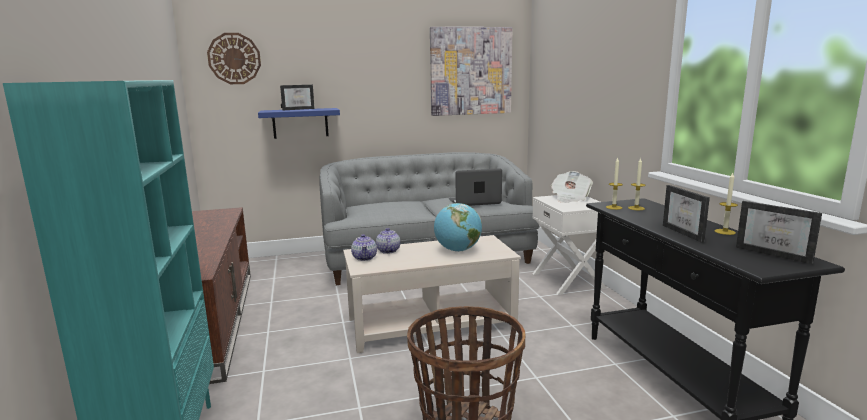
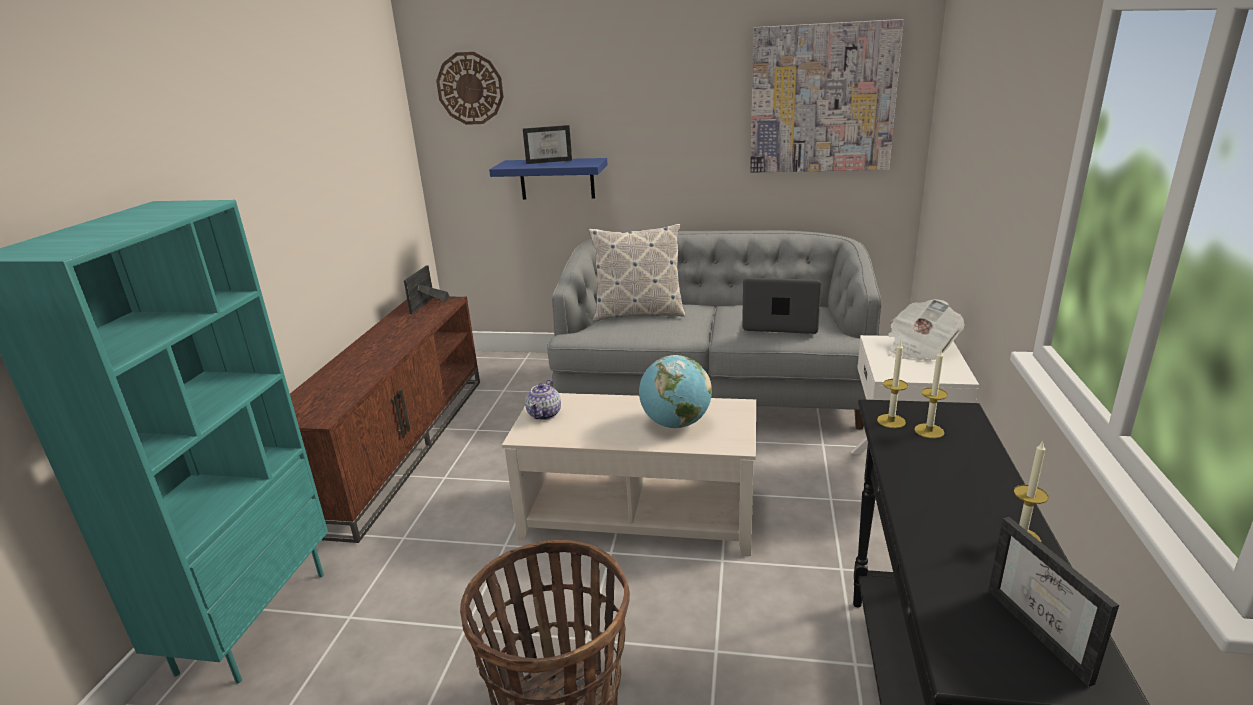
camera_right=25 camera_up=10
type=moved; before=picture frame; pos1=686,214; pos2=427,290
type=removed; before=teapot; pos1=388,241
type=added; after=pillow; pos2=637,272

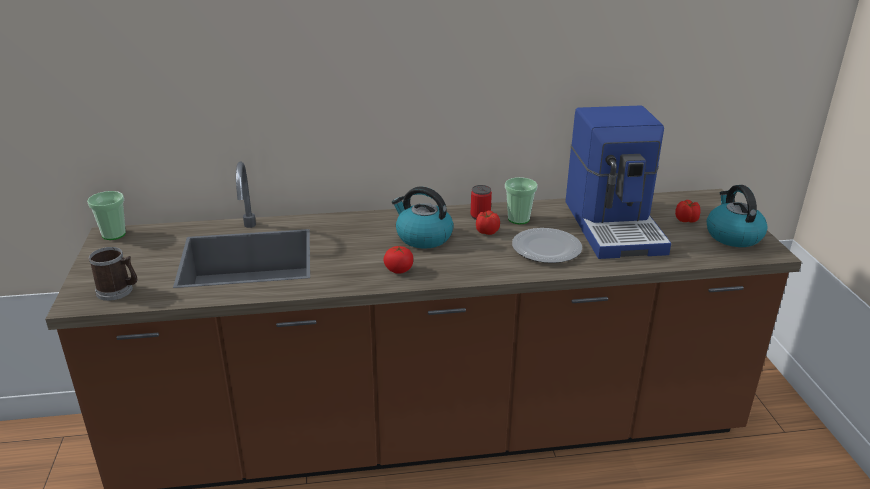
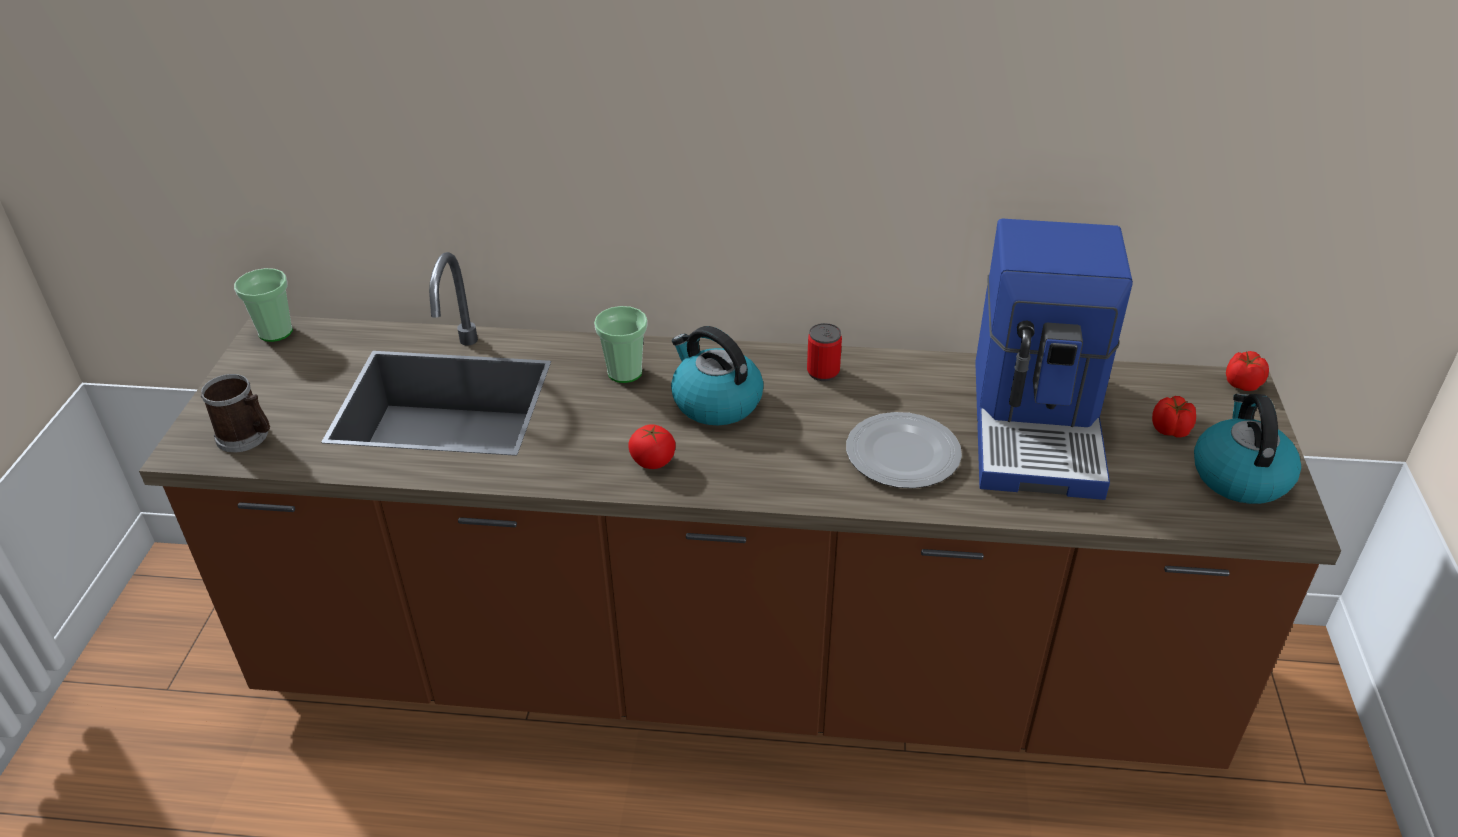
camera_right=15 camera_up=10
type=moved; before=cup; pos1=521,200; pos2=621,344
type=moved; before=tomato; pos1=488,223; pos2=1247,371

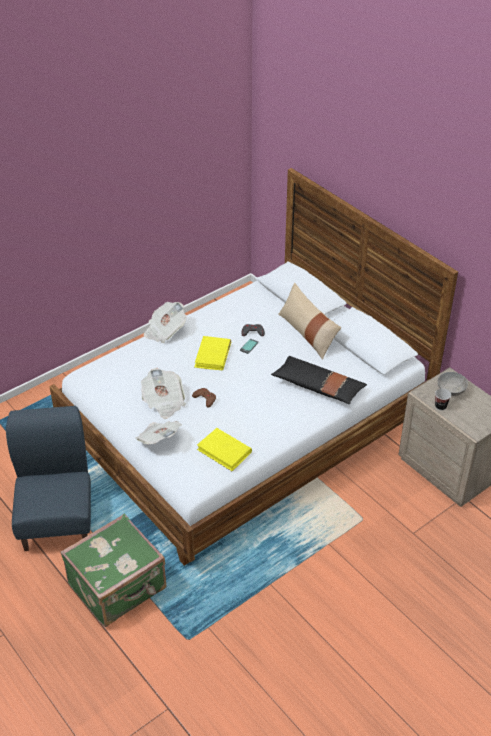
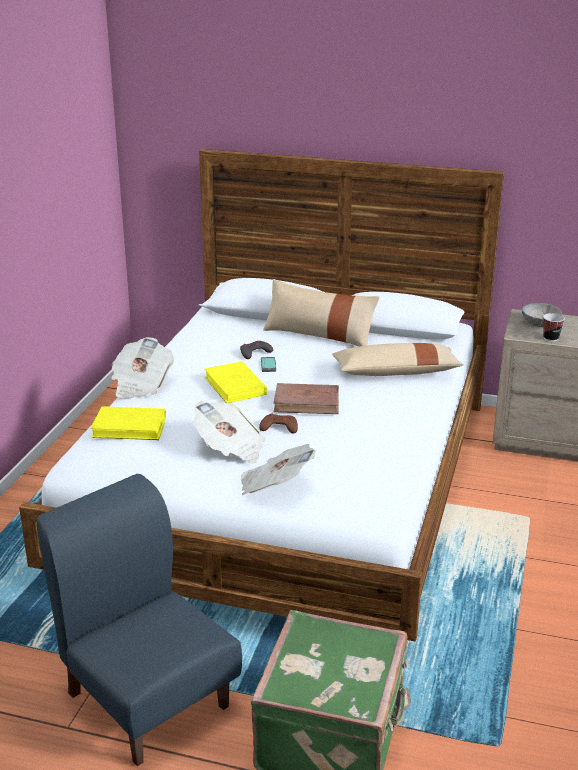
camera_right=-35 camera_up=-15
type=recoloured; before=black pillow; after=beige pillow; pos1=319,380; pos2=398,359
type=moved; before=yellow book; pos1=224,449; pos2=128,423
type=added; after=brown book; pos2=306,398

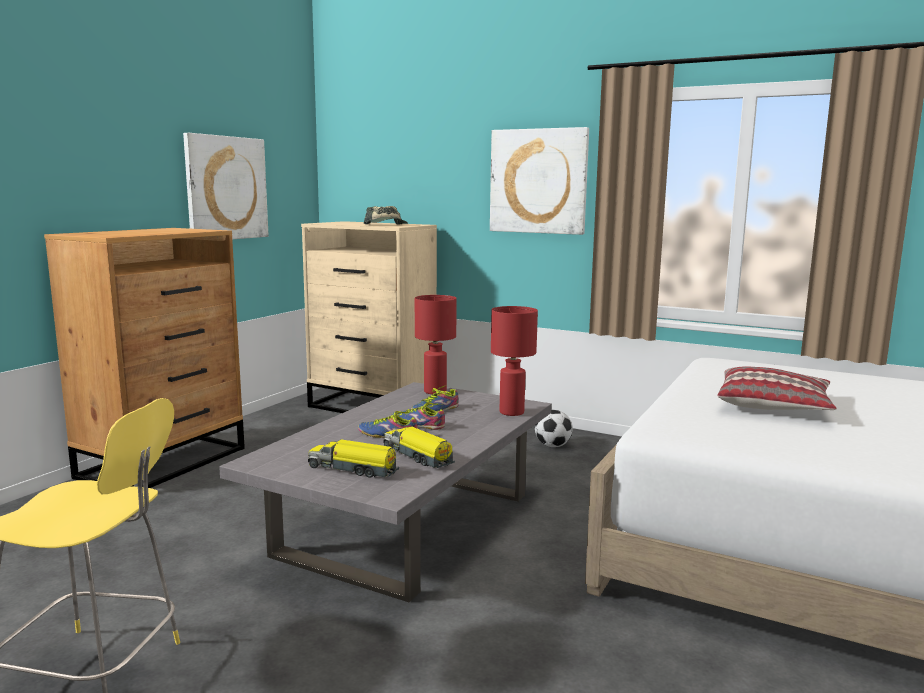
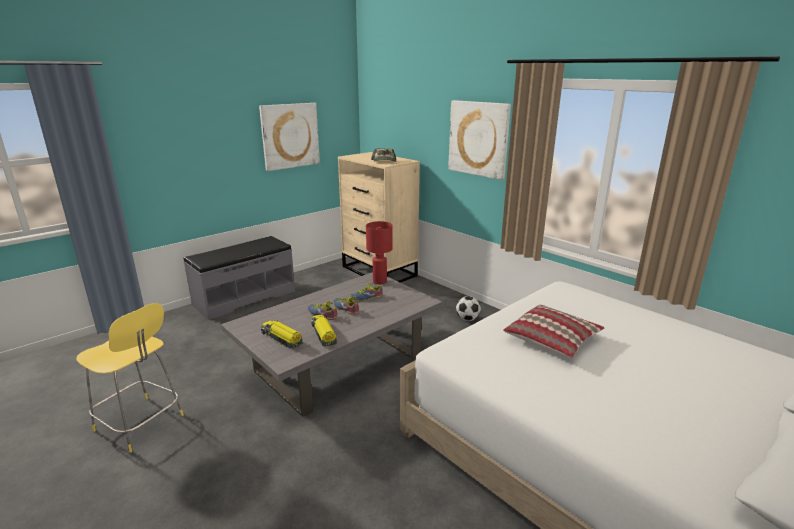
camera_right=20 camera_up=10
type=replaced; before=brown dresser; after=grey bench; pos1=144,358; pos2=239,278
type=removed; before=red table lamp; pos1=514,361

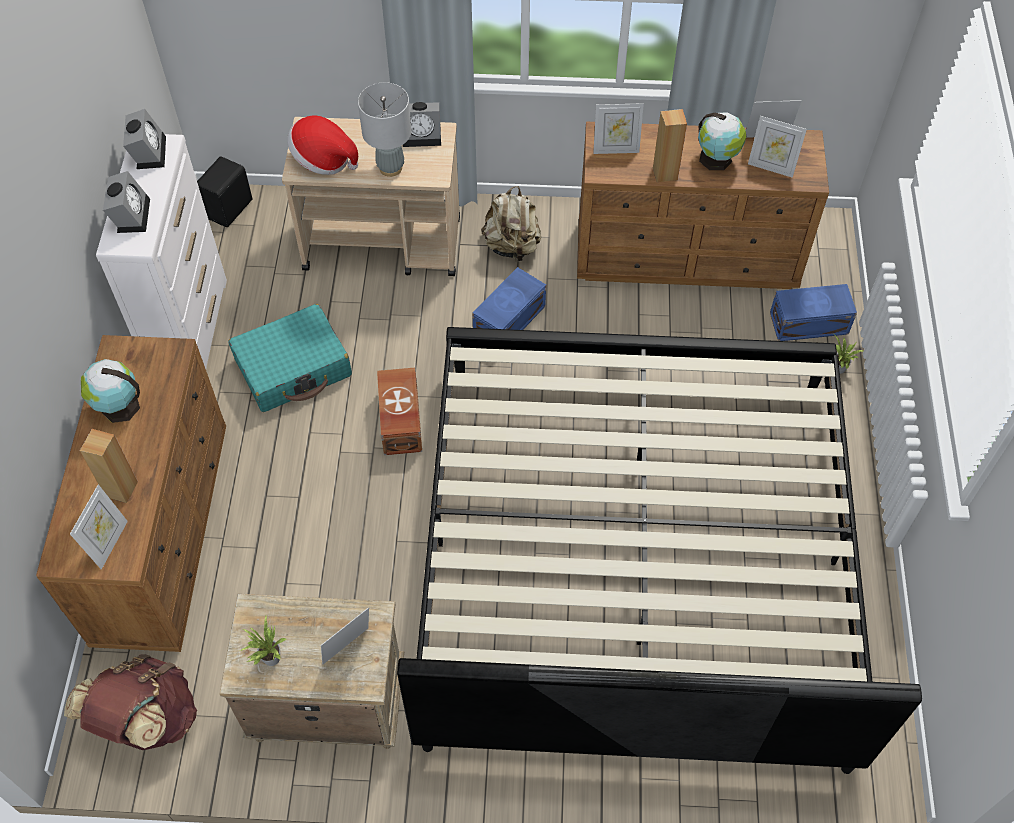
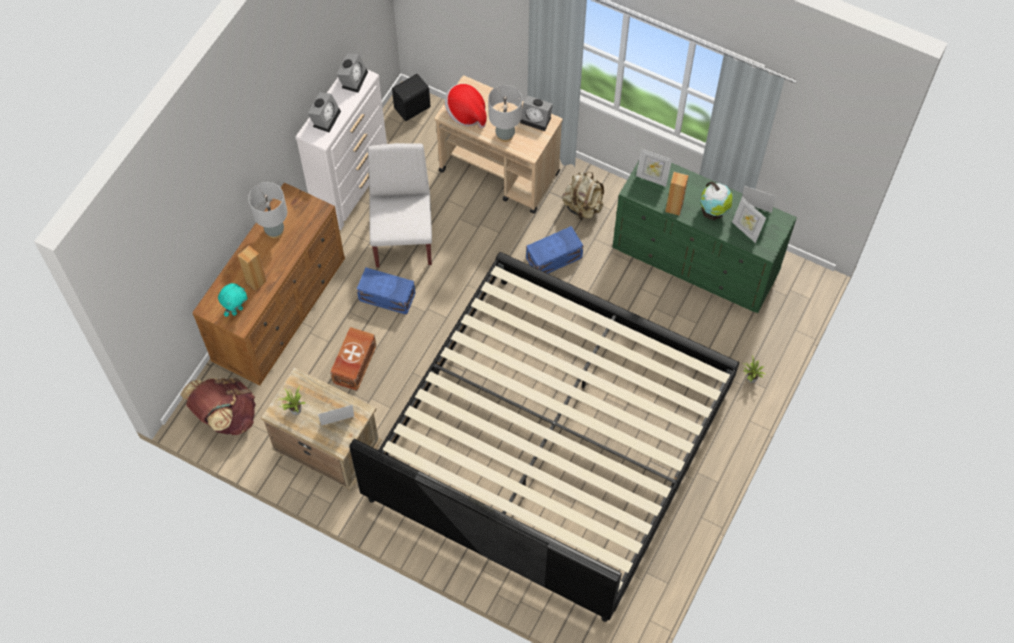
camera_right=25 camera_up=5
type=recoloured; before=brown dresser; after=green dresser; pos1=703,205; pos2=704,237
type=moved; before=blue storage box; pos1=813,312; pos2=386,291
type=replaced; before=turquoise suitcase; after=white chair; pos1=290,358; pos2=400,205
type=replaced; before=globe; after=grey table lamp; pos1=110,391; pos2=267,210
type=moved; before=brown storage box; pos1=399,411; pos2=353,359
type=replaced; before=picture frame; after=turquoise plush toy; pos1=99,527; pos2=232,300

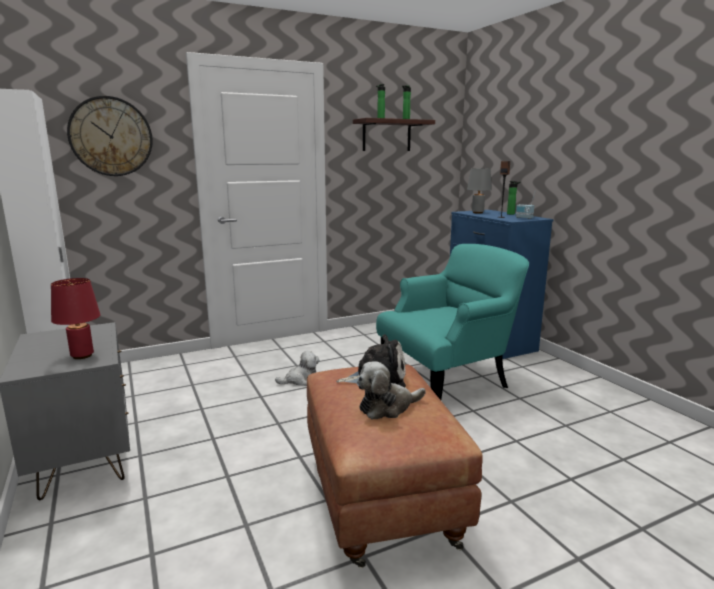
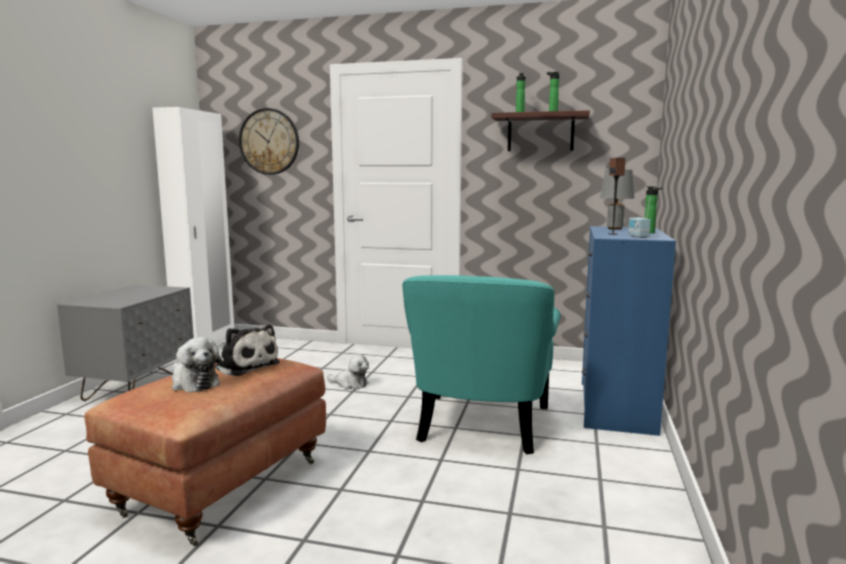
camera_right=40 camera_up=-5
type=turned; before=turquoise armchair; pos1=452,322; pos2=481,364; turn=90
type=removed; before=red table lamp; pos1=75,318
type=turned; before=plush toy; pos1=391,390; pos2=197,364; turn=-150

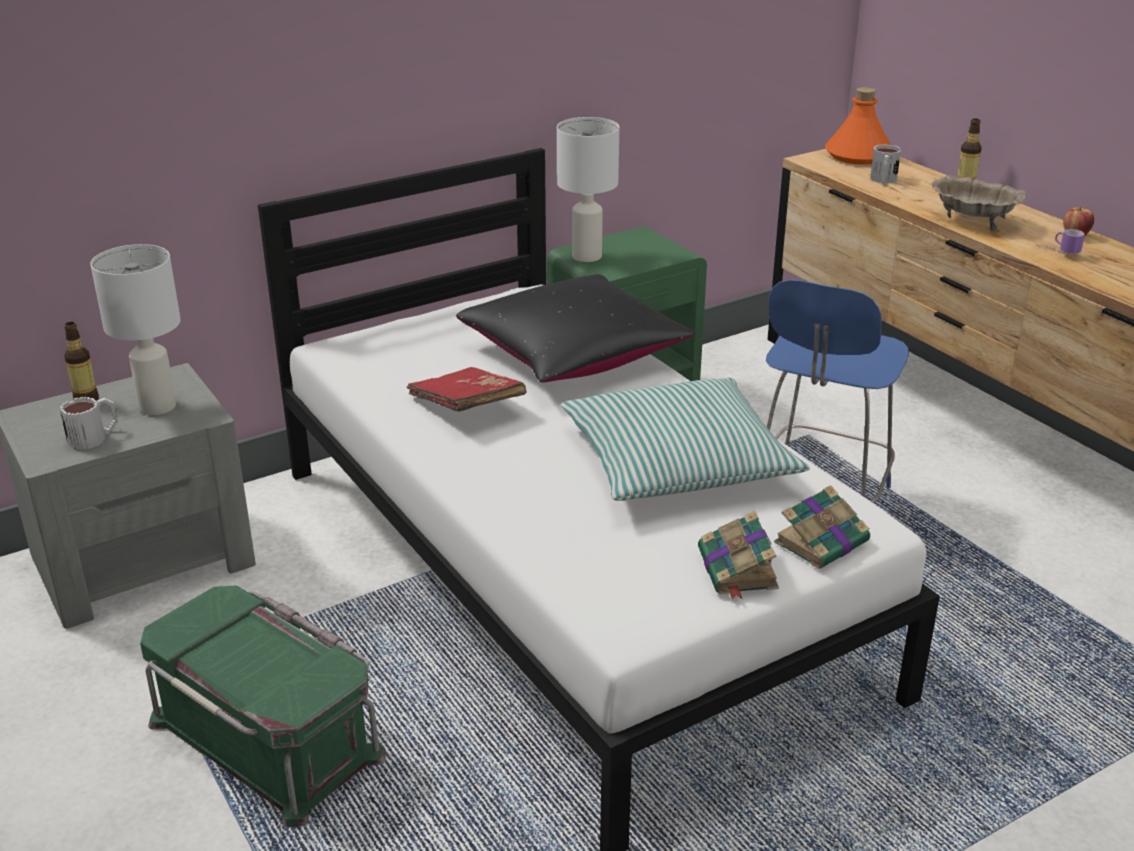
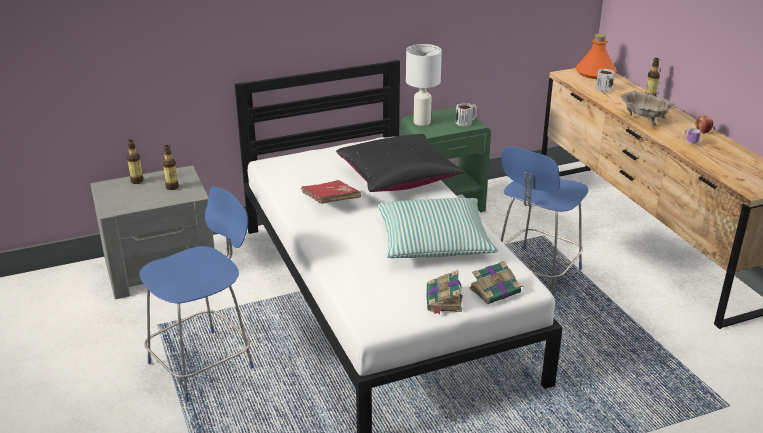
camera_right=10 camera_up=0
type=replaced; before=white table lamp; after=bottle; pos1=135,329; pos2=171,167
type=moved; before=mug; pos1=89,423; pos2=466,114
type=replaced; before=green storage box; after=blue chair; pos1=263,706; pos2=196,294

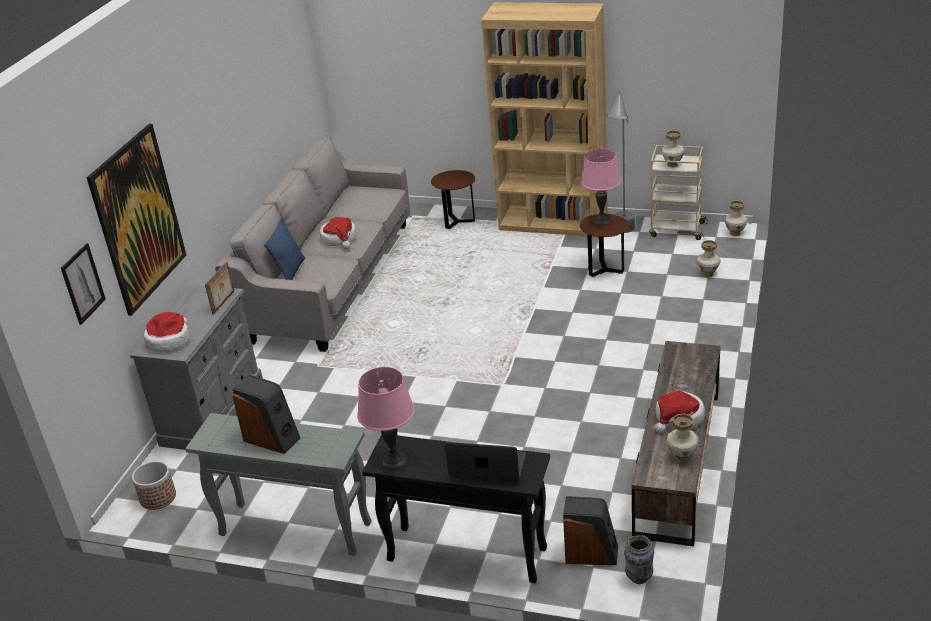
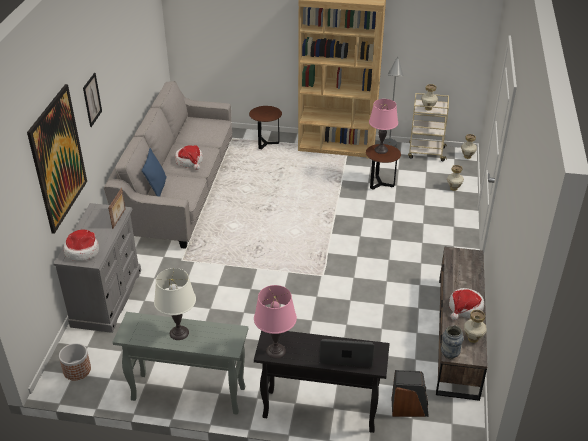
camera_right=-10 camera_up=5
type=moved; before=picture; pos1=83,284; pos2=92,100
type=replaced; before=speaker; after=white table lamp; pos1=266,414; pos2=175,304
type=moved; before=vase; pos1=639,559; pos2=452,342

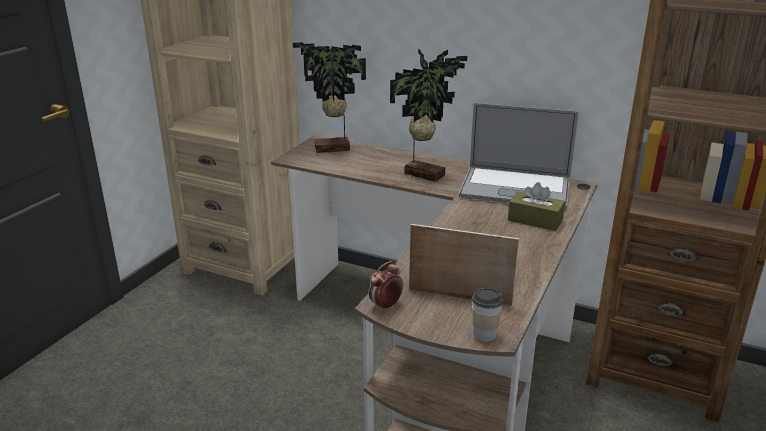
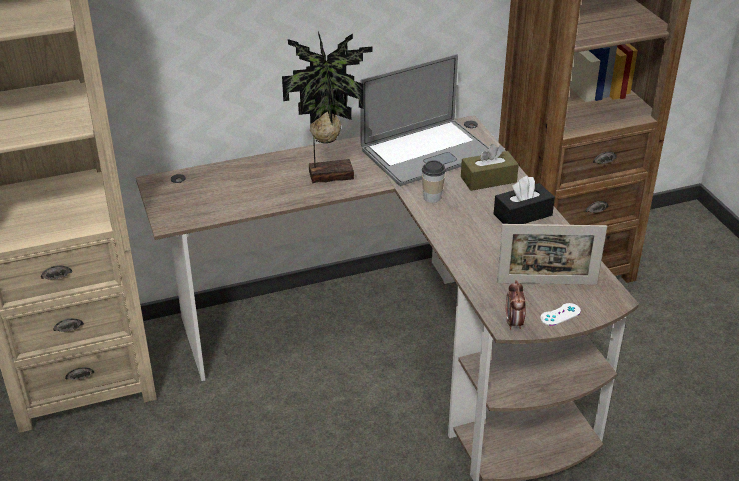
camera_right=-45 camera_up=10
type=removed; before=potted plant; pos1=329,97
type=turned; before=picture frame; pos1=464,265; pos2=552,254; turn=-150
type=moved; before=cup; pos1=487,315; pos2=434,181
type=added; after=black tissue box; pos2=524,200
type=added; after=white game controller; pos2=560,314

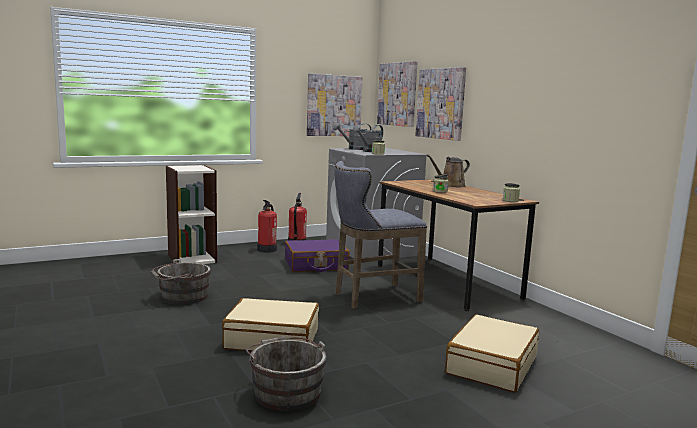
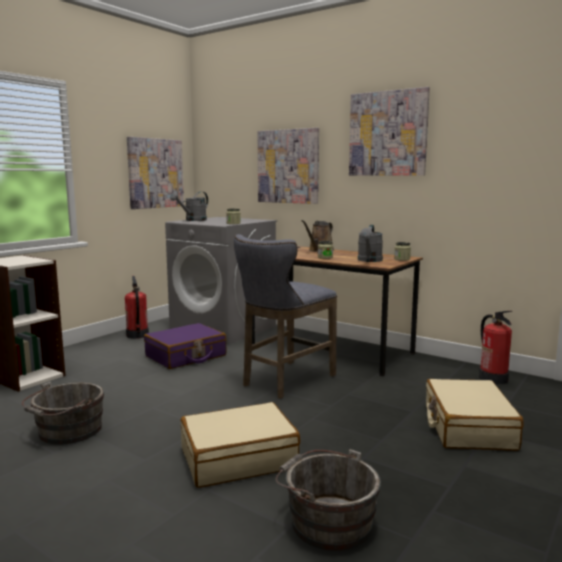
camera_right=-25 camera_up=0
type=moved; before=picture; pos1=397,94; pos2=389,131
type=moved; before=grey watering can; pos1=368,138; pos2=370,243
type=moved; before=fire extinguisher; pos1=267,226; pos2=495,347

